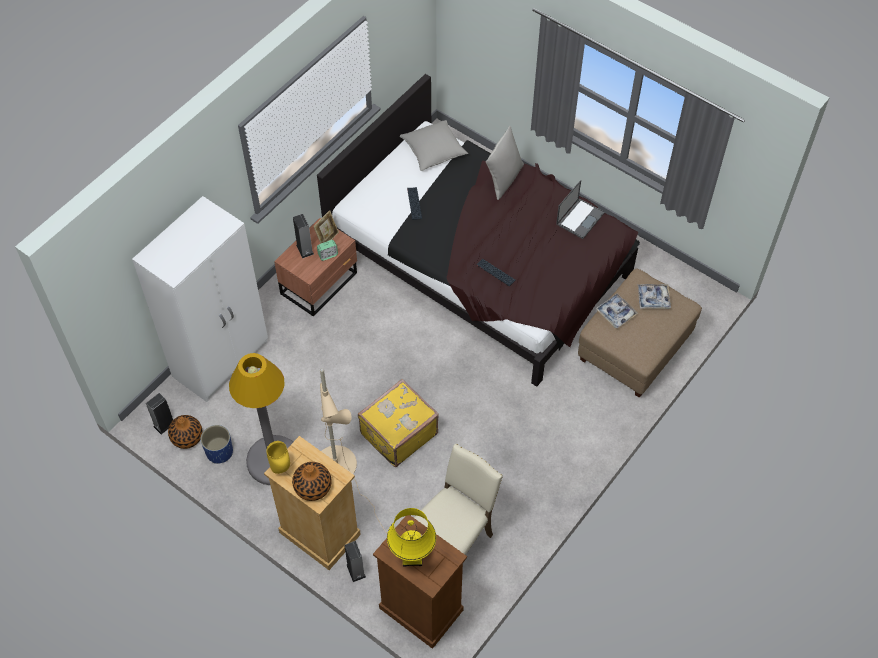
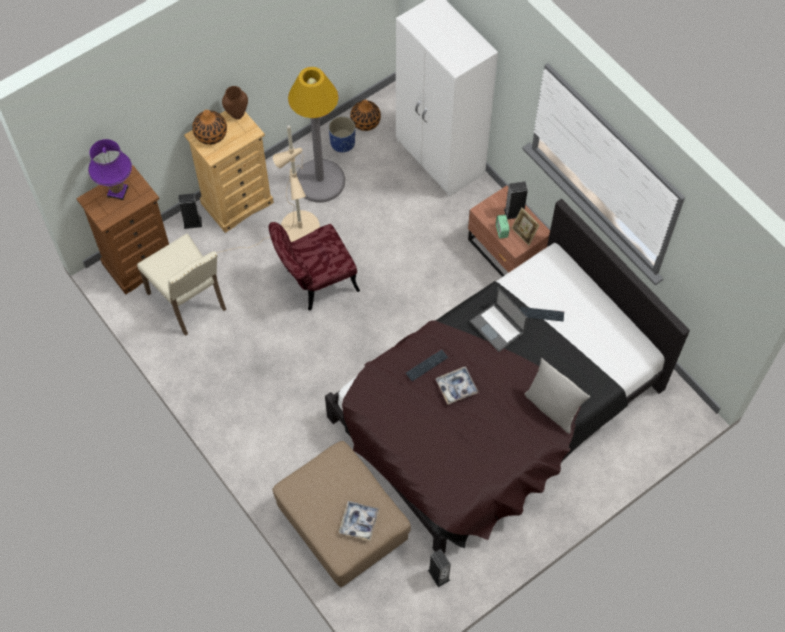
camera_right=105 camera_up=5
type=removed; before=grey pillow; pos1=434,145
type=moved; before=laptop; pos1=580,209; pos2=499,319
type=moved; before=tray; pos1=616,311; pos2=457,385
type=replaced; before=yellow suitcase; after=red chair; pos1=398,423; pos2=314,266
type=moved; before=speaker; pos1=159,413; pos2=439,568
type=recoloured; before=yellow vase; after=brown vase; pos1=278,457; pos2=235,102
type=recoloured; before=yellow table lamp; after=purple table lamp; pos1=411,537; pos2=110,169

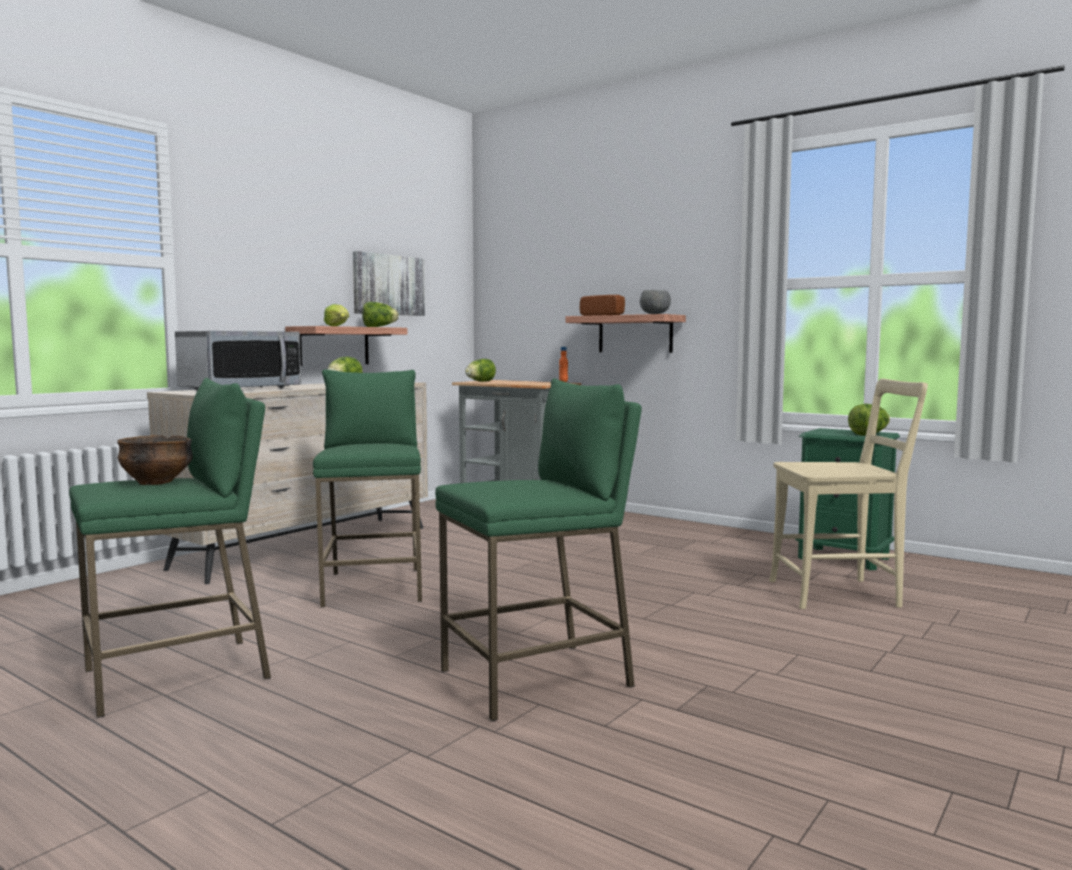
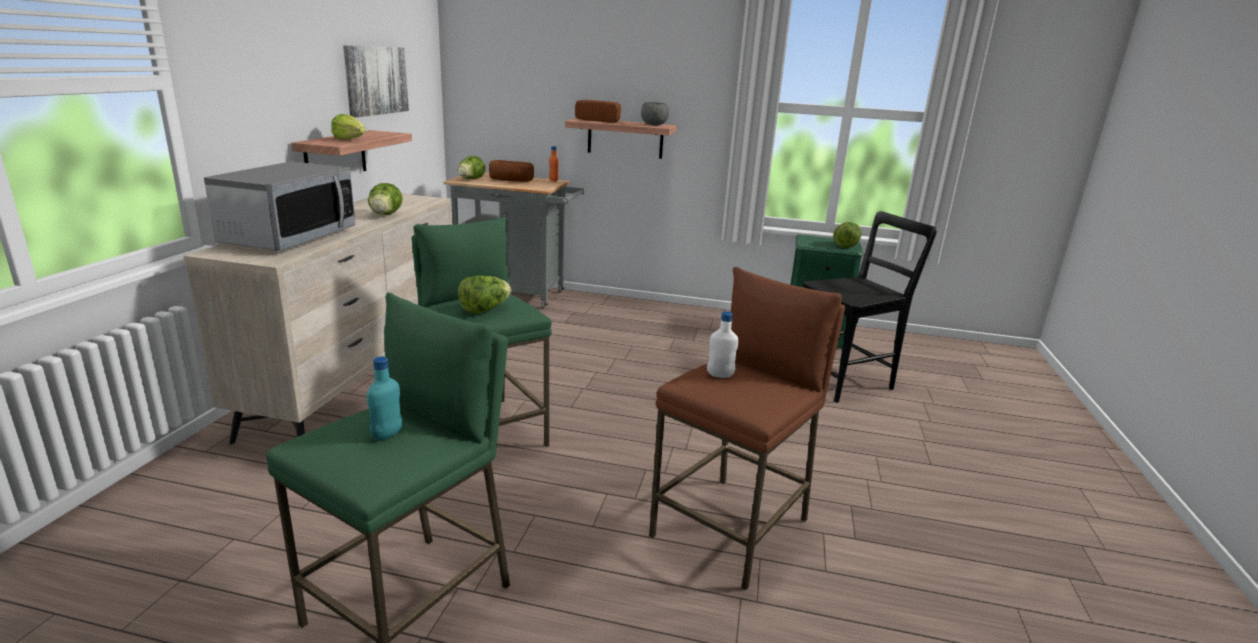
camera_right=-25 camera_up=15
type=moved; before=lettuce; pos1=380,314; pos2=484,294
type=recoloured; before=green stool; after=brown stool; pos1=538,549; pos2=747,428
type=recoloured; before=beige chair; after=black chair; pos1=848,494; pos2=870,307
type=replaced; before=bowl; after=turquoise bottle; pos1=155,460; pos2=384,398
type=added; after=bread; pos2=511,171
type=added; after=white bottle; pos2=723,344

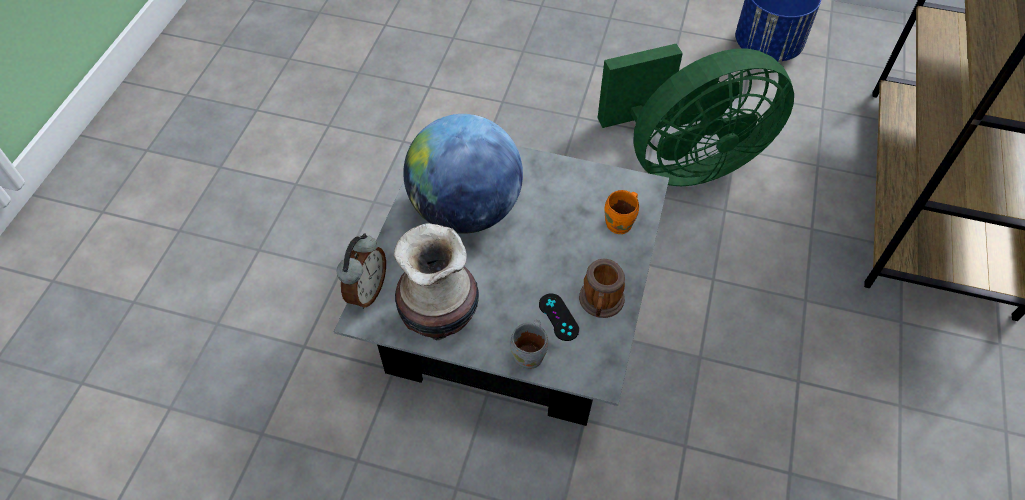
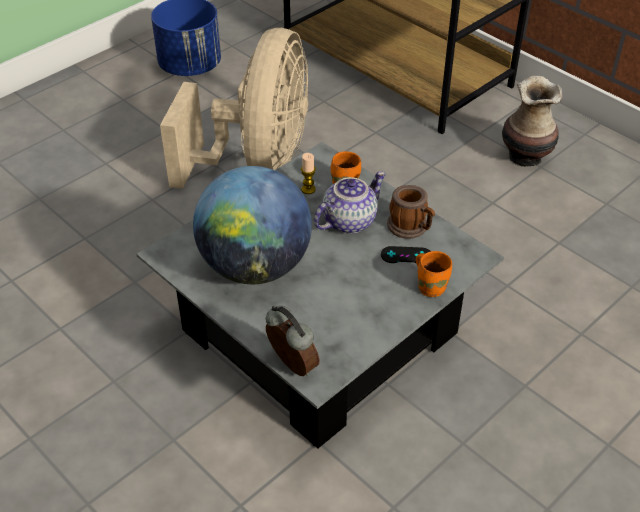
camera_right=-60 camera_up=-10
type=recoloured; before=green fan; after=beige fan; pos1=696,115; pos2=234,108
type=moved; before=vase; pos1=436,282; pos2=532,121
type=recoloured; before=grey mug; after=orange mug; pos1=529,344; pos2=434,274
type=added; after=candle; pos2=308,173
type=added; after=teapot; pos2=350,203

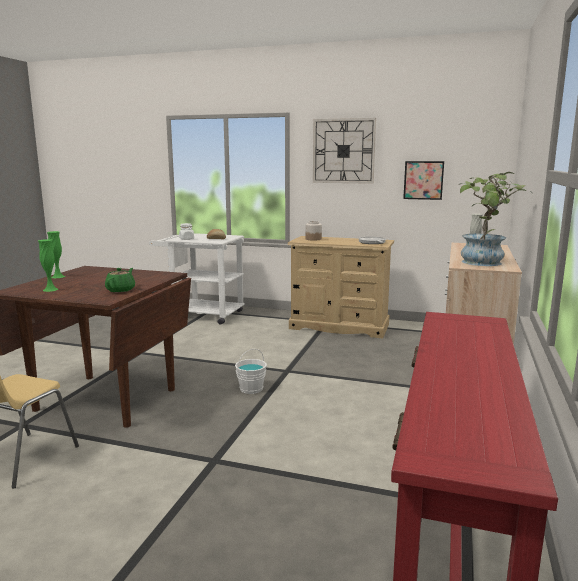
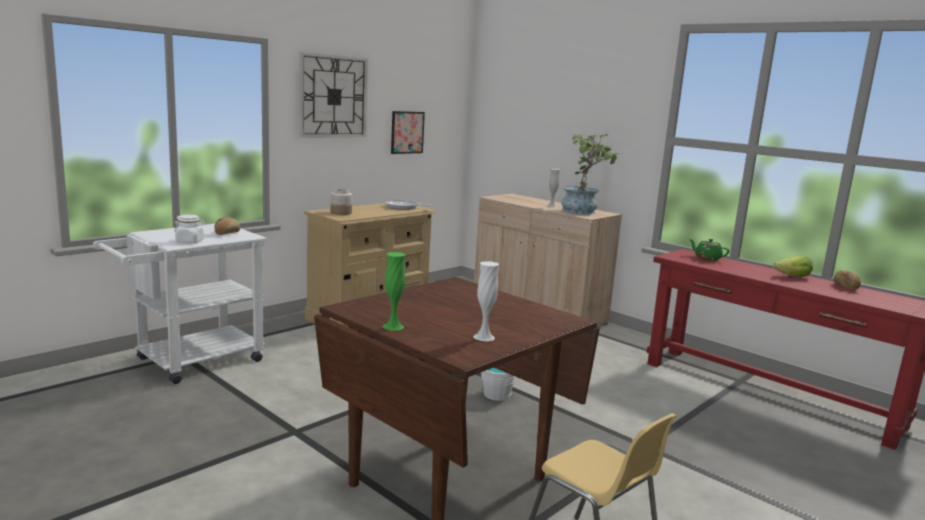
camera_right=-65 camera_up=0
type=recoloured; before=green vase; after=white vase; pos1=48,265; pos2=486,301
type=moved; before=green teapot; pos1=120,280; pos2=709,250
type=added; after=lettuce; pos2=793,266
type=added; after=bread; pos2=847,280

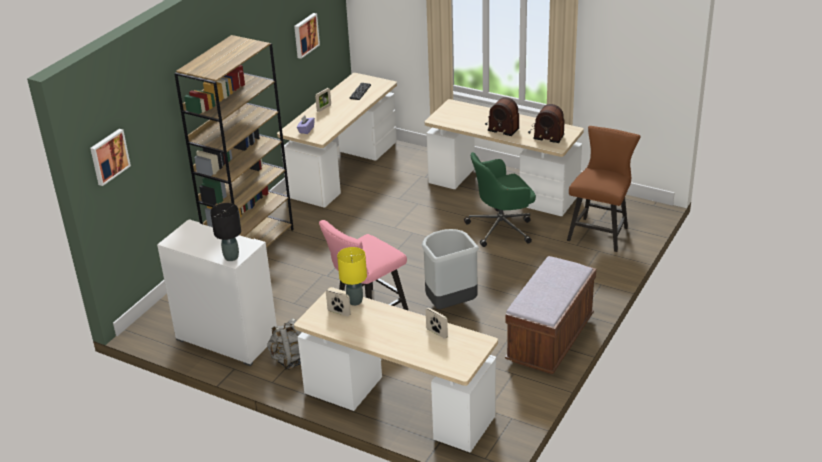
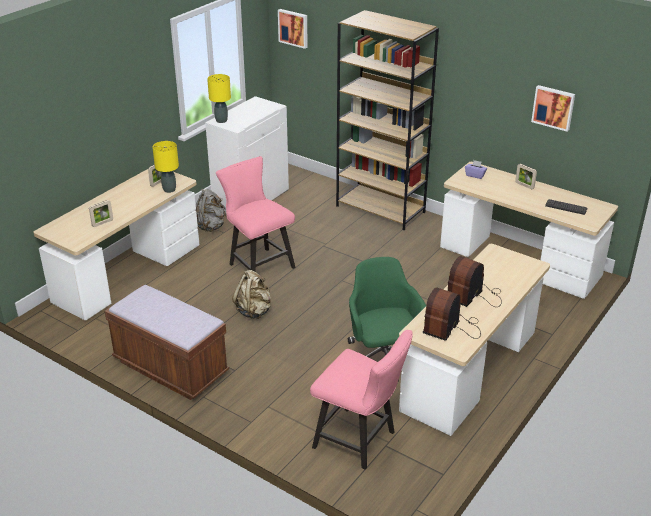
camera_right=95 camera_up=0
type=recoloured; before=brown chair; after=pink chair; pos1=604,189; pos2=361,399
type=recoloured; before=black table lamp; after=yellow table lamp; pos1=225,232; pos2=219,98
type=replaced; before=grey trash can; after=beige backpack; pos1=450,269; pos2=252,294

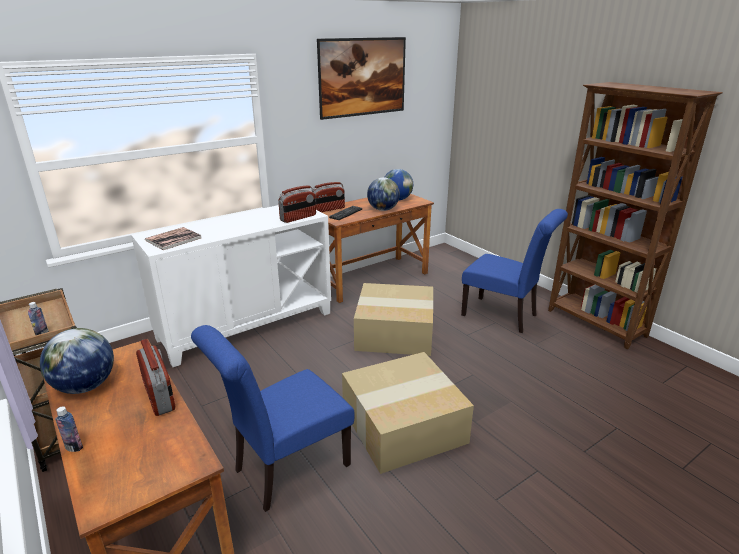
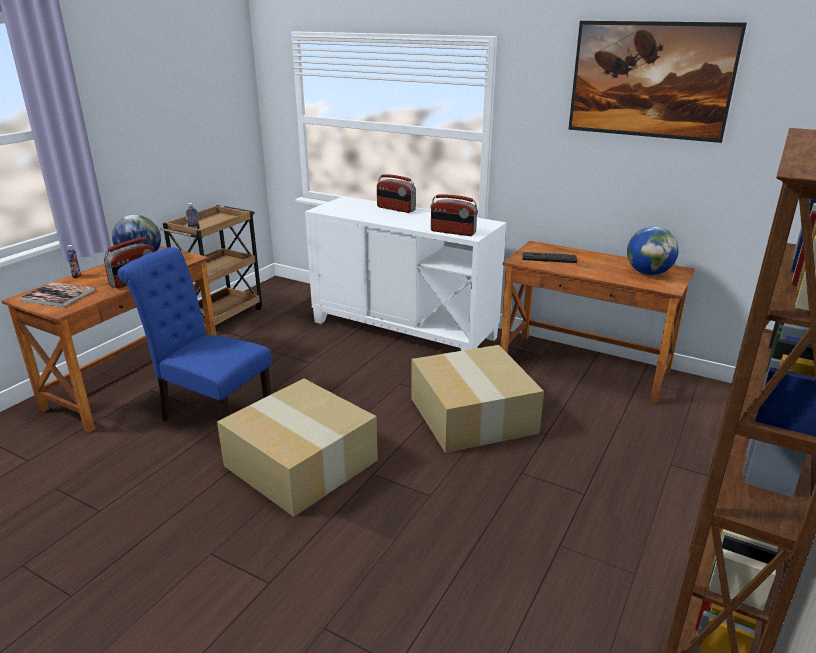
camera_right=65 camera_up=0
type=removed; before=globe; pos1=383,194
type=moved; before=radio; pos1=329,197; pos2=396,193
type=removed; before=blue chair; pos1=514,271
type=moved; before=book; pos1=173,238; pos2=57,295

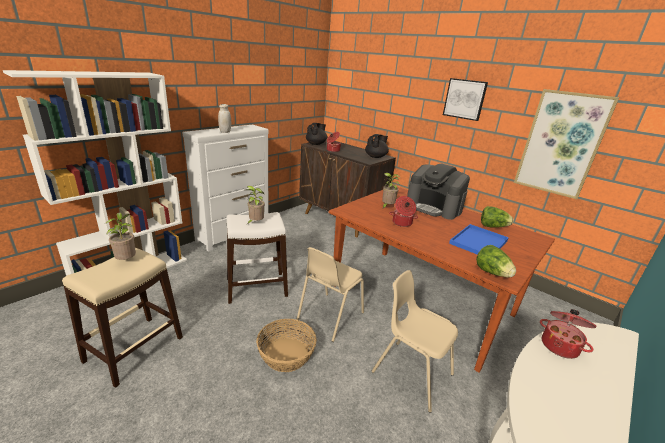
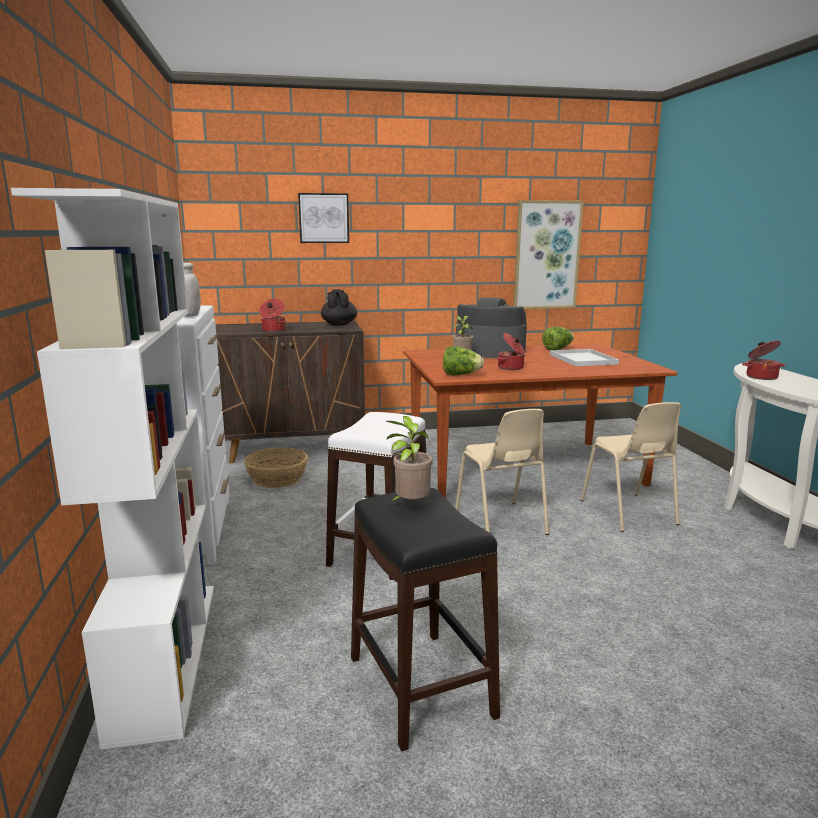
camera_right=-50 camera_up=-10
type=moved; before=picture; pos1=465,99; pos2=323,218
type=removed; before=black teapot; pos1=316,134
type=turned; before=coffee machine; pos1=438,191; pos2=491,327; turn=-150
type=removed; before=potted plant; pos1=255,205
type=recoloured; before=blue tray; after=white tray; pos1=479,239; pos2=584,357
type=moved; before=lettuce; pos1=496,261; pos2=463,360
type=recoloured; before=beige stool; after=black stool; pos1=122,318; pos2=425,619
type=turned; before=beige chair; pos1=415,341; pos2=631,467; turn=-90
type=moved; before=basket; pos1=286,345; pos2=276,468

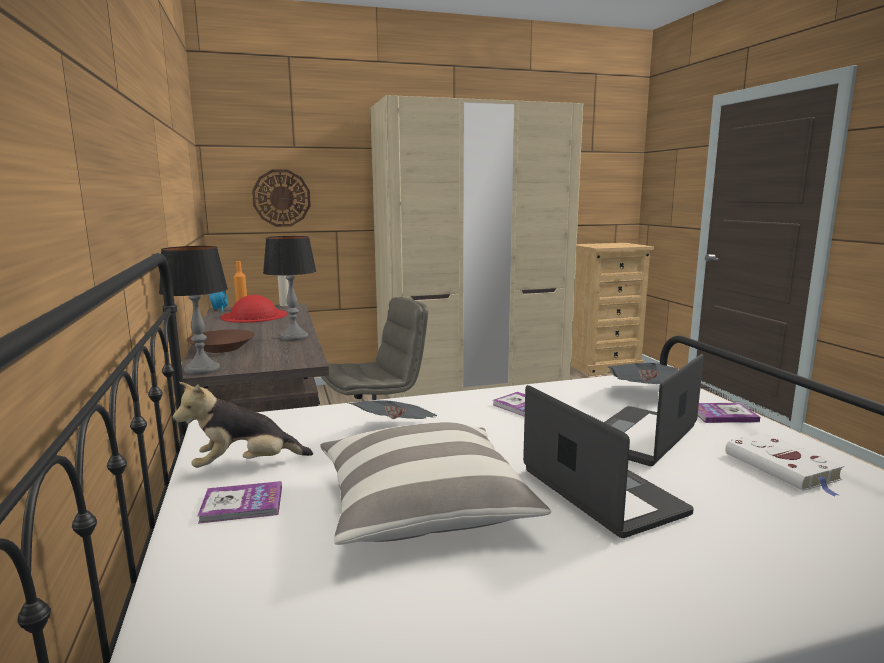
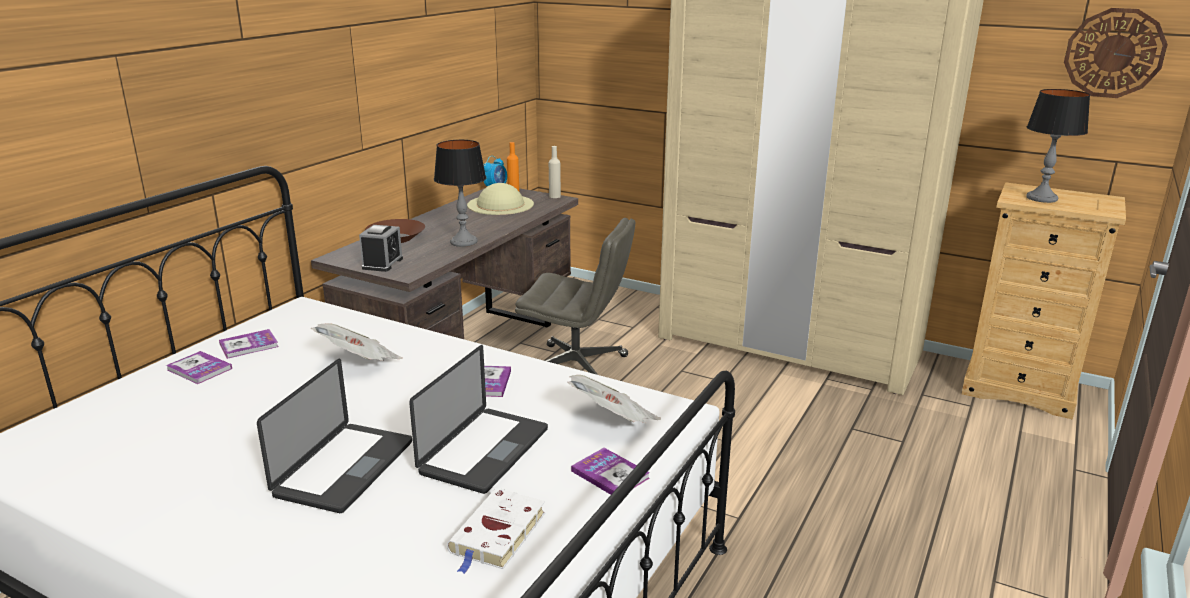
camera_right=45 camera_up=10
type=moved; before=wall clock; pos1=281,198; pos2=1116,53
type=moved; before=table lamp; pos1=193,310; pos2=1058,146
type=recoloured; before=red hat; after=beige hat; pos1=253,309; pos2=500,199
type=turned; before=laptop; pos1=654,410; pos2=478,419; turn=120
type=replaced; before=plush toy; after=book; pos1=243,425; pos2=248,344
type=removed; before=pillow; pos1=435,483
type=added; after=alarm clock; pos2=381,248

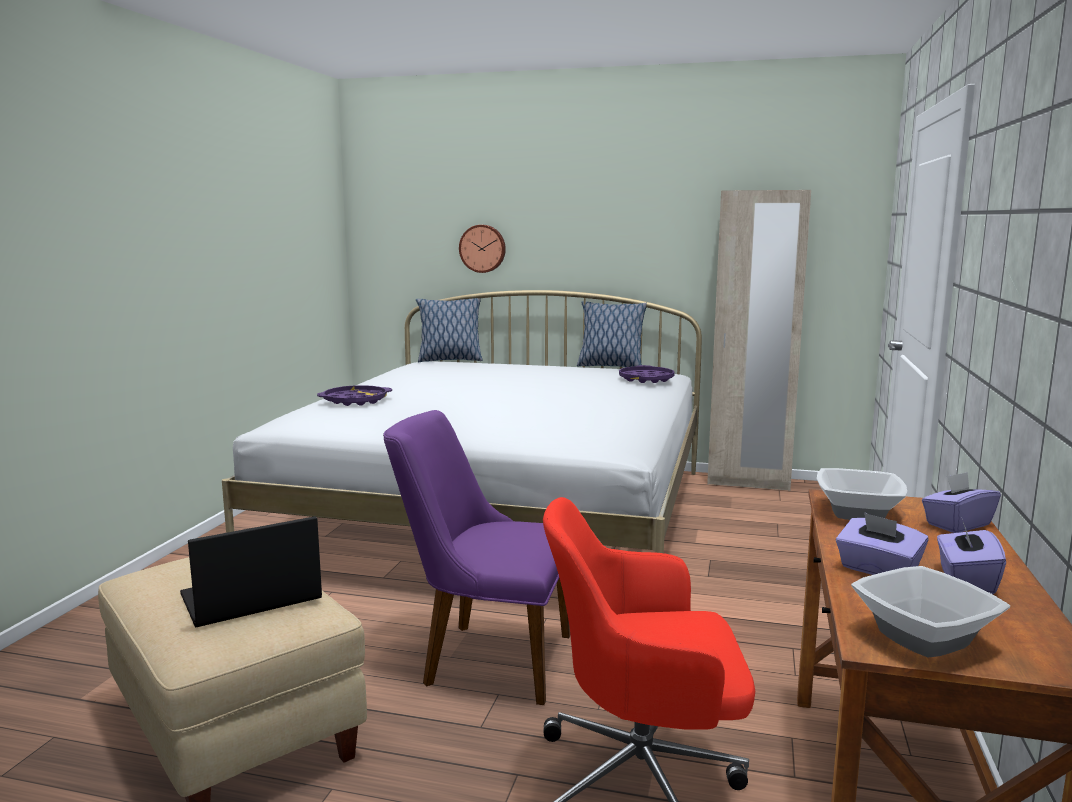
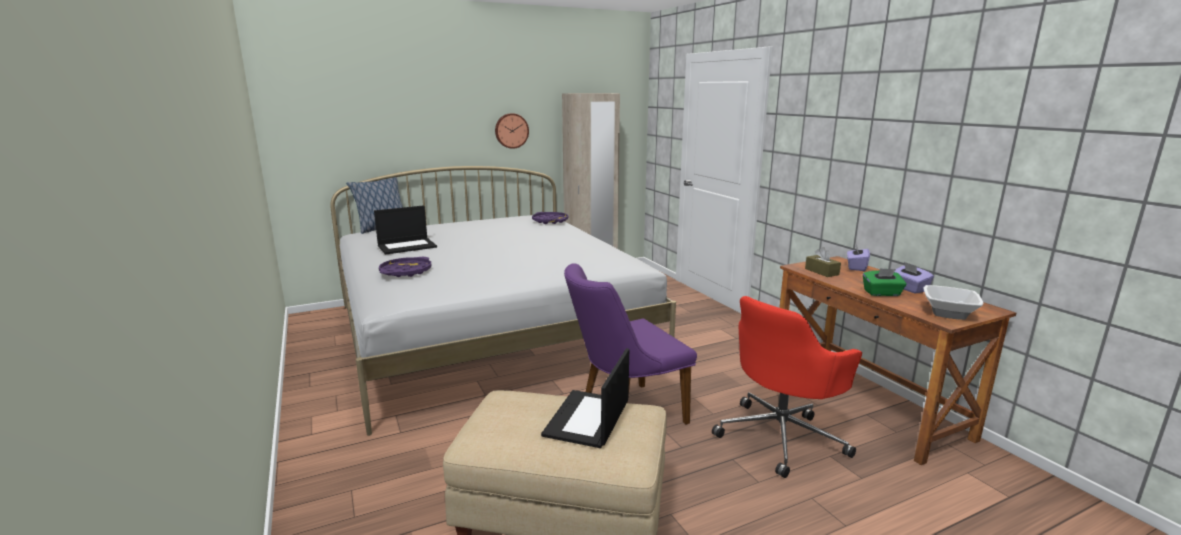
camera_right=-40 camera_up=5
type=moved; before=wall clock; pos1=482,249; pos2=512,131
type=removed; before=pillow; pos1=611,334
type=replaced; before=bowl; after=brown tissue box; pos1=862,494; pos2=823,262
type=recoloured; before=purple tissue box; after=green tissue box; pos1=882,543; pos2=885,282
type=added; after=laptop; pos2=405,230

